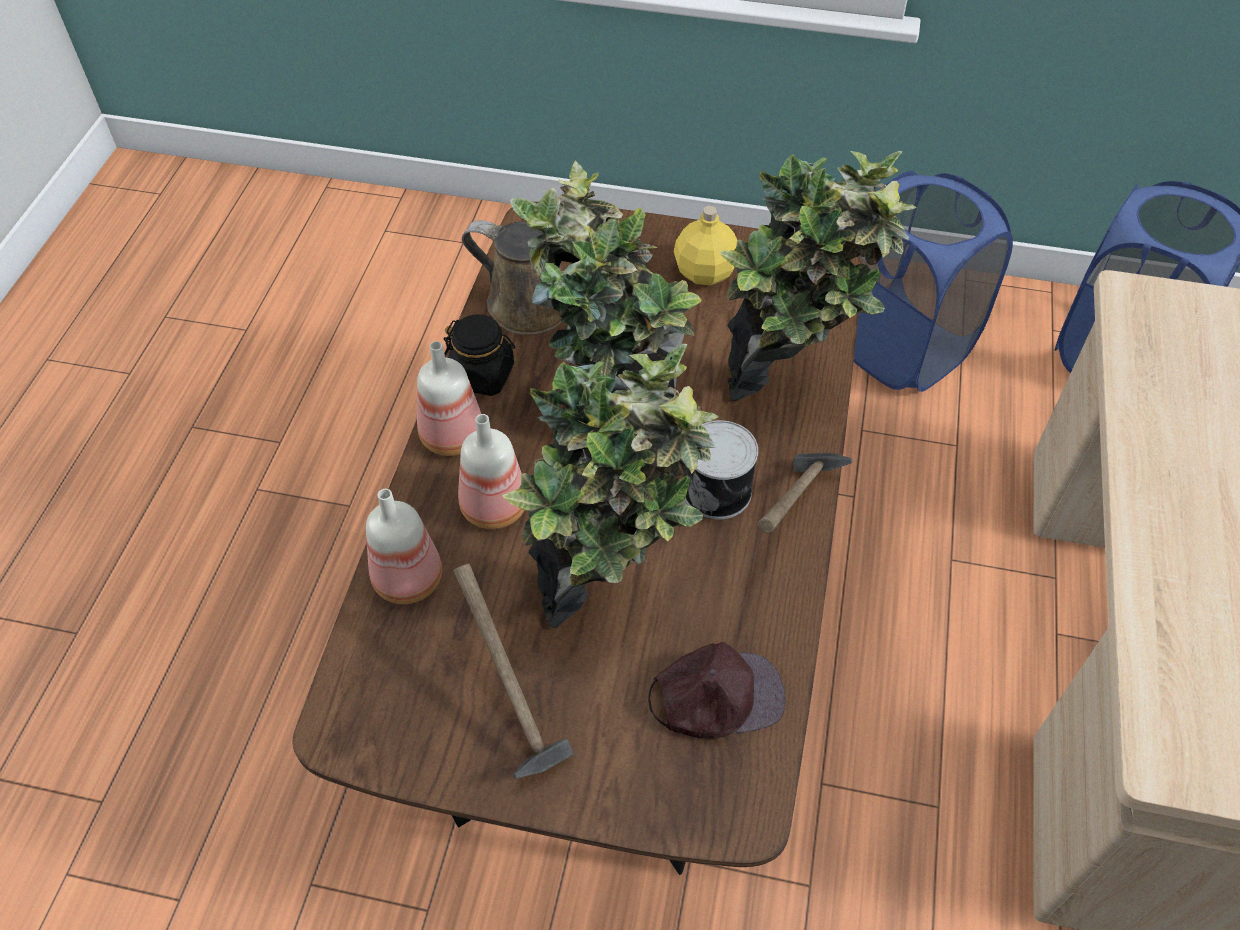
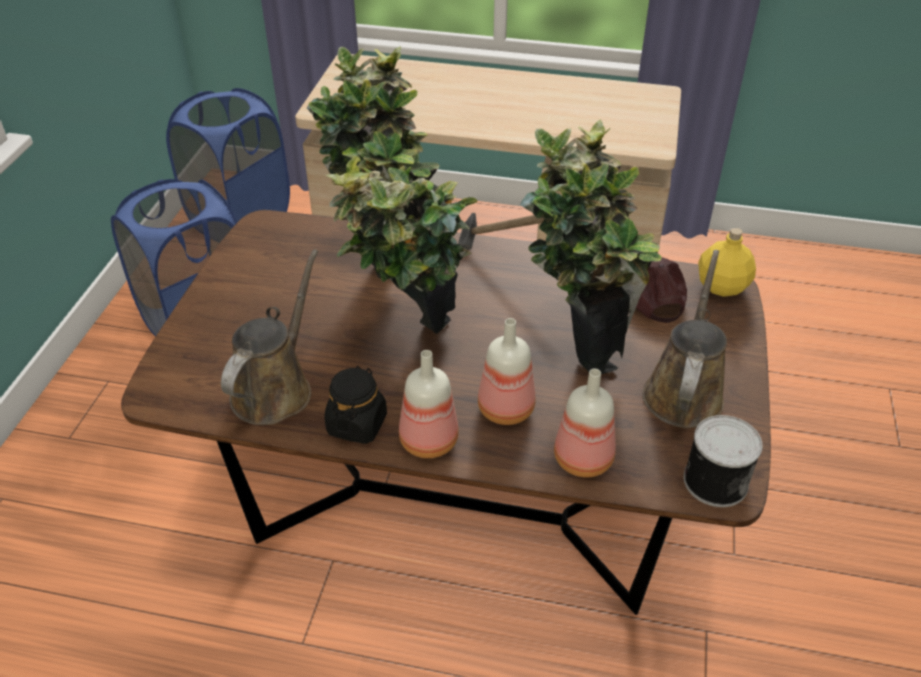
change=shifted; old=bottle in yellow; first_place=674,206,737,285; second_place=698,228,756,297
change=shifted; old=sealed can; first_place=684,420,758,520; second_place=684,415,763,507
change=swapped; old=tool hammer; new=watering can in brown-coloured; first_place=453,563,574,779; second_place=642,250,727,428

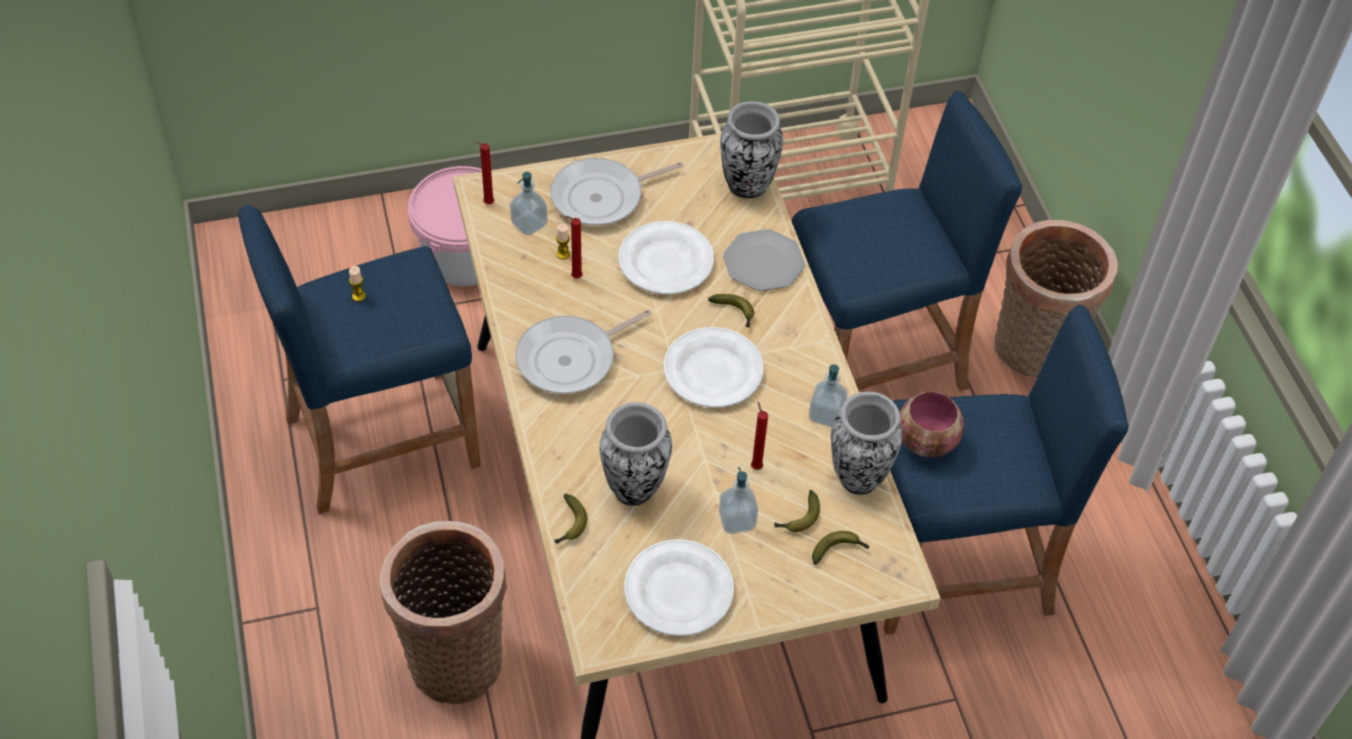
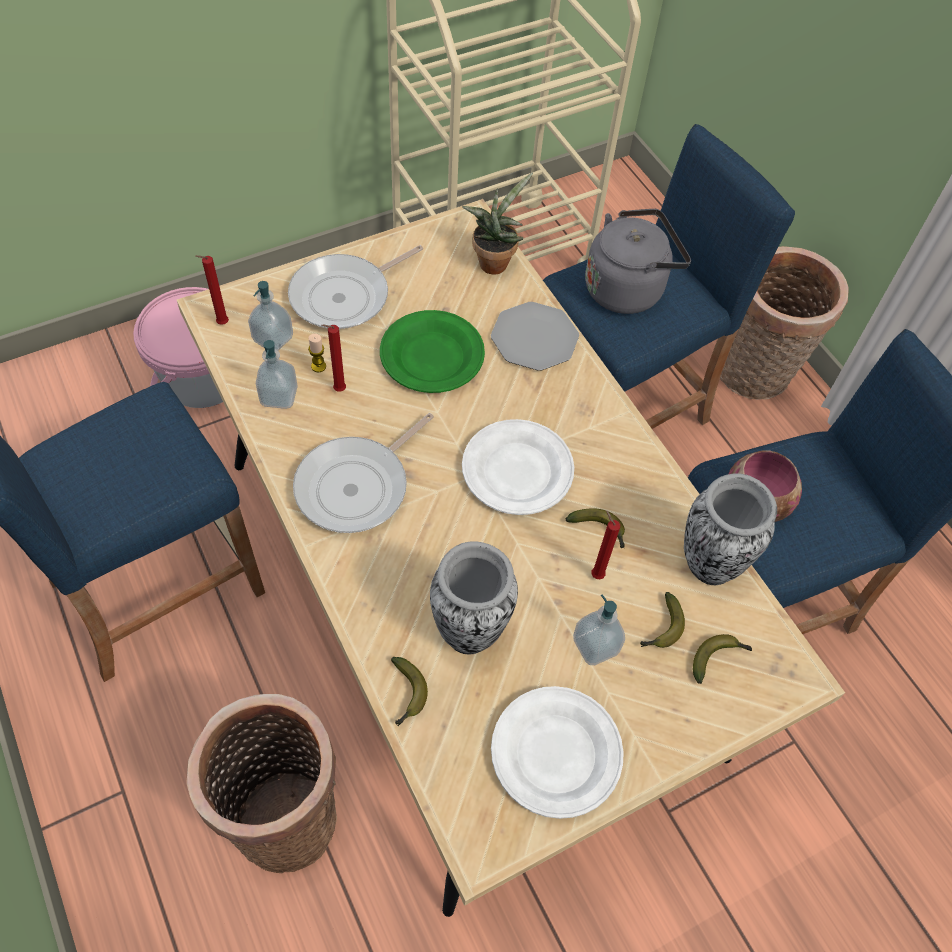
change=gone; old=wax light; first_place=349,266,366,302
change=new; new=water kettle in gray; second_place=585,209,691,314
change=shifted; old=banana fruit; first_place=708,294,754,327; second_place=566,508,625,548
change=shifted; old=liquid soap bottle; first_place=809,364,848,427; second_place=256,340,298,409
change=swapped; old=flower vase; new=potted plant; first_place=720,101,783,198; second_place=462,173,533,275
change=repainted; old=plate in white; new=plate in green-coloured; first_place=619,221,714,294; second_place=380,310,485,393

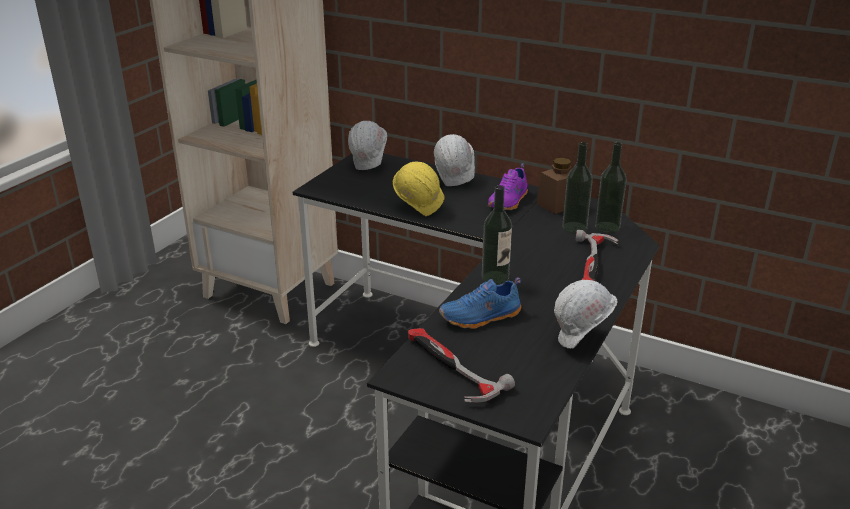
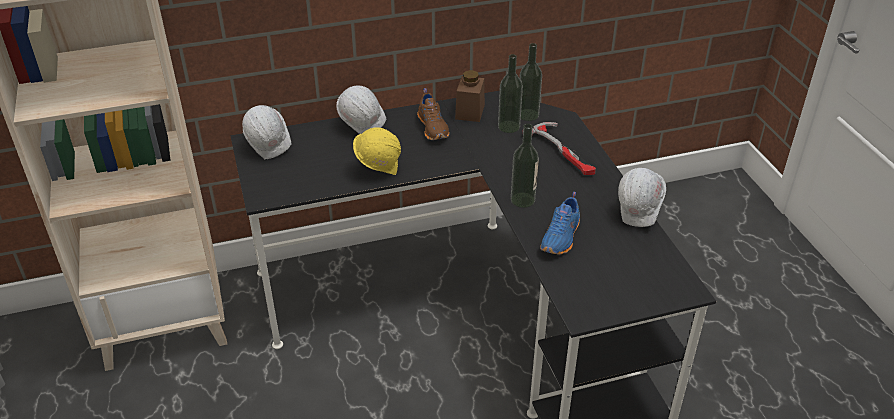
change=gone; old=tool hammer; first_place=408,328,515,403
change=repainted; old=item of footwear in purple; new=item of footwear in brown-coloured; first_place=488,163,528,210; second_place=417,88,449,140

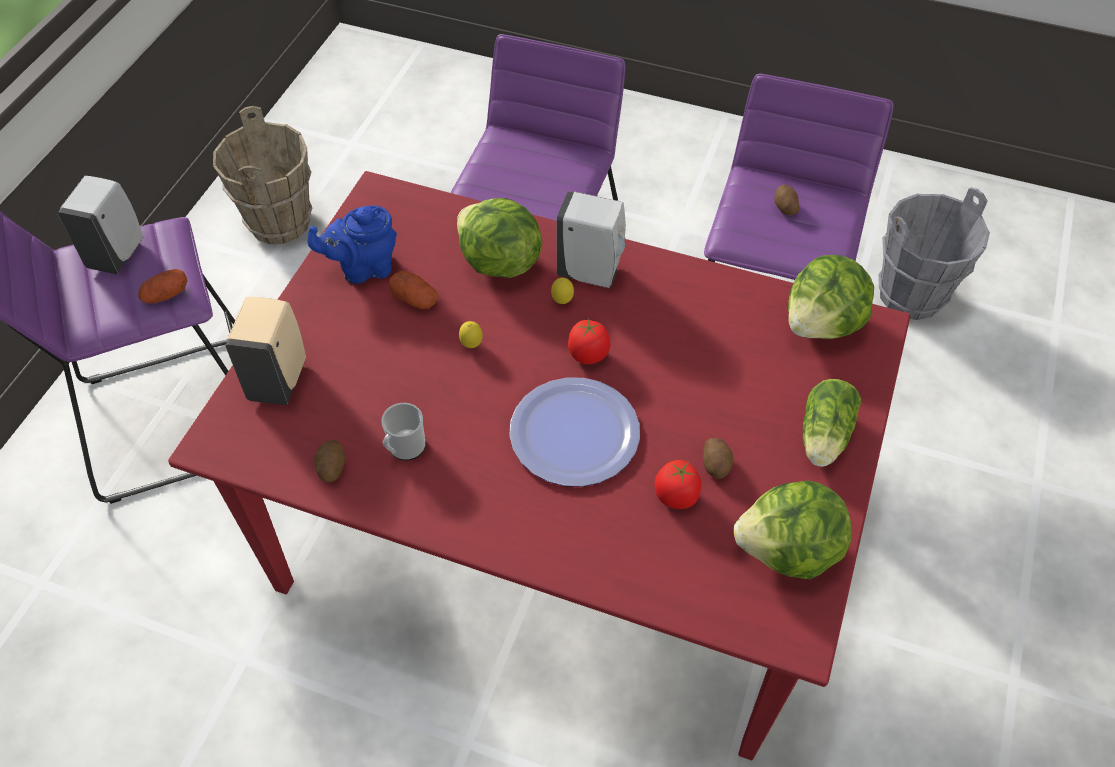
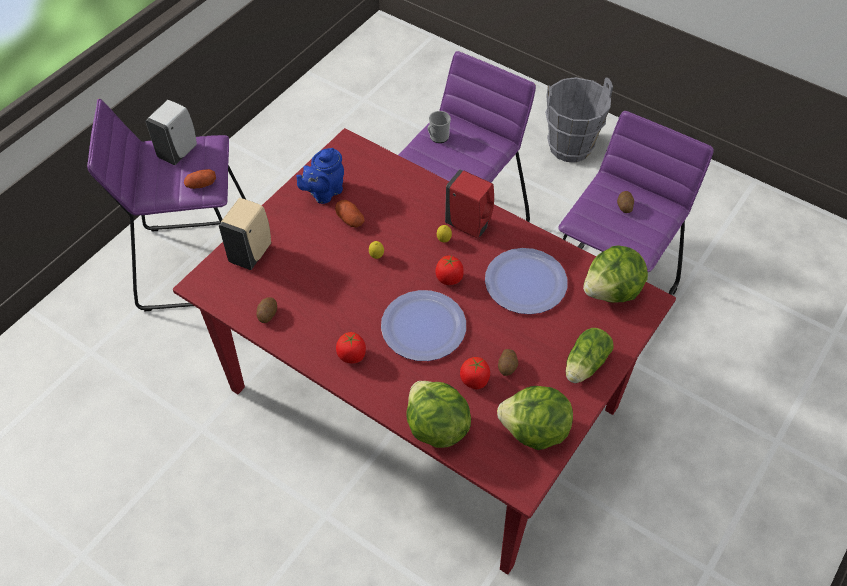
change=gone; old=bucket in brown-coloured; first_place=213,106,312,244
change=new; new=whole tomato; second_place=336,332,366,364
change=new; new=plate; second_place=485,248,568,314
change=shifted; old=tea mug; first_place=381,403,425,460; second_place=427,111,451,143
change=shifted; old=lettuce; first_place=457,198,543,278; second_place=406,381,471,448
change=shifted; old=bucket in gray; first_place=878,188,990,320; second_place=545,77,613,162
change=repainted; old=liquid soap bottle in white; new=liquid soap bottle in reddish; first_place=557,191,626,288; second_place=445,169,494,238
change=rotated; old=tea pot in bluish; first_place=307,205,397,284; second_place=296,148,344,204; degrees=-45

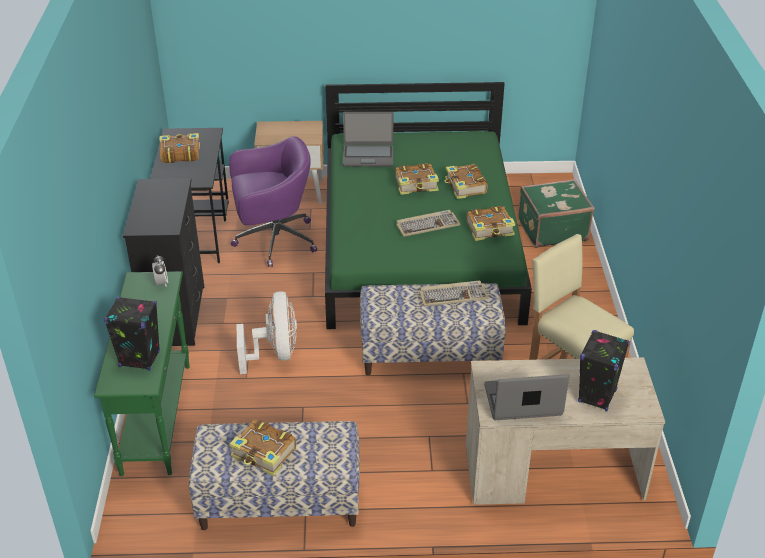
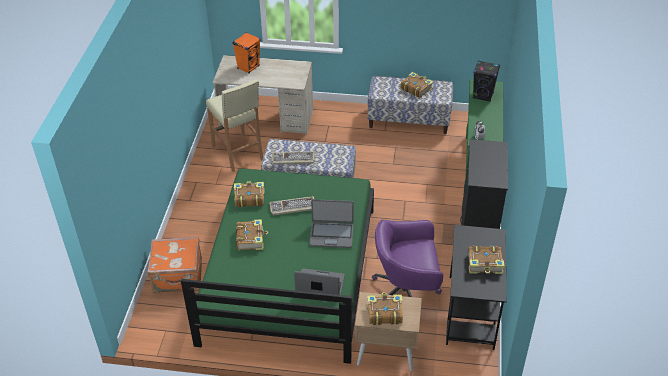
change=gone; old=cooling fan in white; first_place=237,291,297,374
change=shifted; old=volume; first_place=395,163,439,195; second_place=367,292,403,325
change=shifted; old=notebook computer; first_place=484,374,569,420; second_place=309,199,354,248
change=repainted; old=travel case in green-coloured; new=travel case in orange-coloured; first_place=518,179,594,248; second_place=148,237,202,293
change=repainted; old=speaker in black; new=speaker in orange-coloured; first_place=578,330,630,412; second_place=232,32,261,74

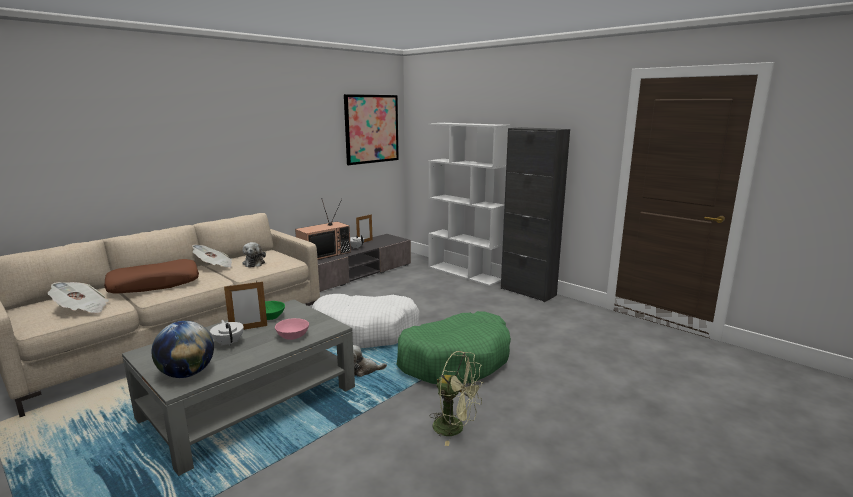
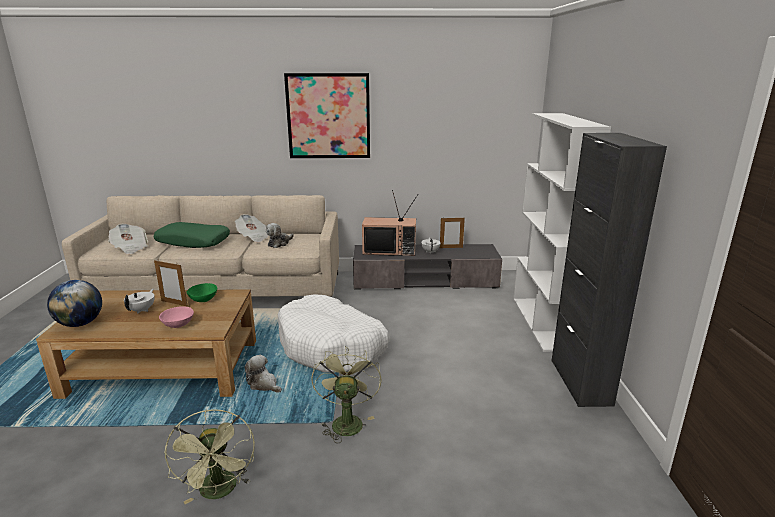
change=shifted; old=wall picture; first_place=344,94,399,165; second_place=284,73,370,158
change=swapped; old=dog bed in green-coloured; new=cooling fan in green-coloured; first_place=396,311,511,384; second_place=311,346,382,443
change=repainted; old=cushion in brown-coloured; new=cushion in green-coloured; first_place=104,259,199,293; second_place=154,222,230,248
change=repainted; old=lounge table in gray; new=lounge table in brown-coloured; first_place=122,299,355,476; second_place=36,289,256,399

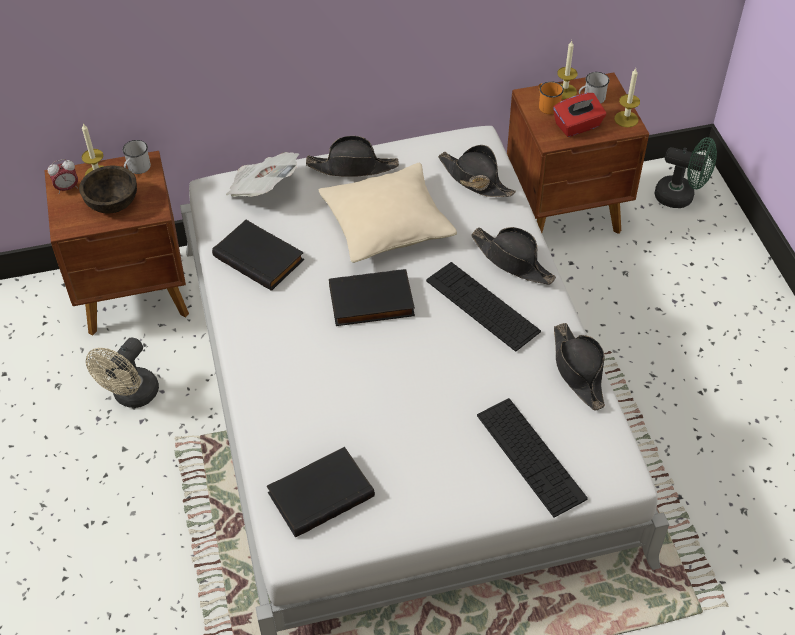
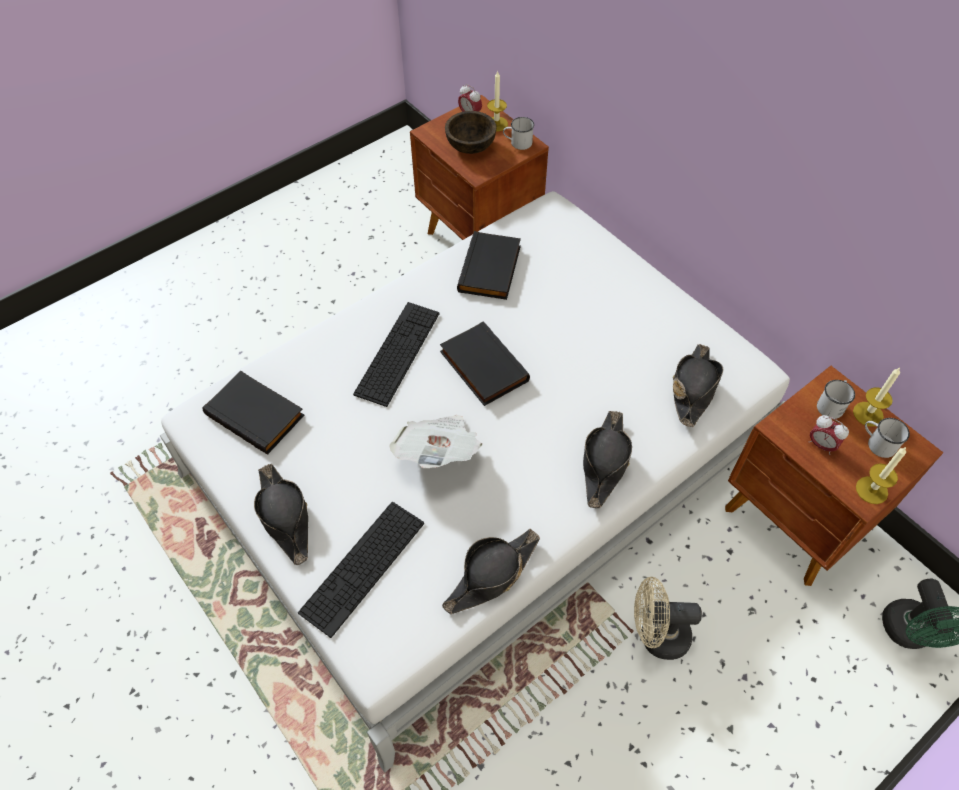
change=gone; old=cushion in sand-coloured; first_place=319,163,457,263
change=shifted; old=cooling fan in sand-coloured; first_place=86,337,159,408; second_place=634,577,702,660
change=shifted; old=printed paper; first_place=226,152,299,197; second_place=389,415,482,468
change=shifted; old=clothing hat in black; first_place=306,136,399,177; second_place=254,464,308,565
change=shifted; old=computer keyboard; first_place=426,262,541,352; second_place=353,302,440,407
change=swapped; old=box of tissues in reddish; new=table clock; first_place=553,93,606,137; second_place=809,415,849,455
change=repainted; old=tea mug in orange-coloured; new=tea mug in white; first_place=539,81,564,114; second_place=817,380,855,419

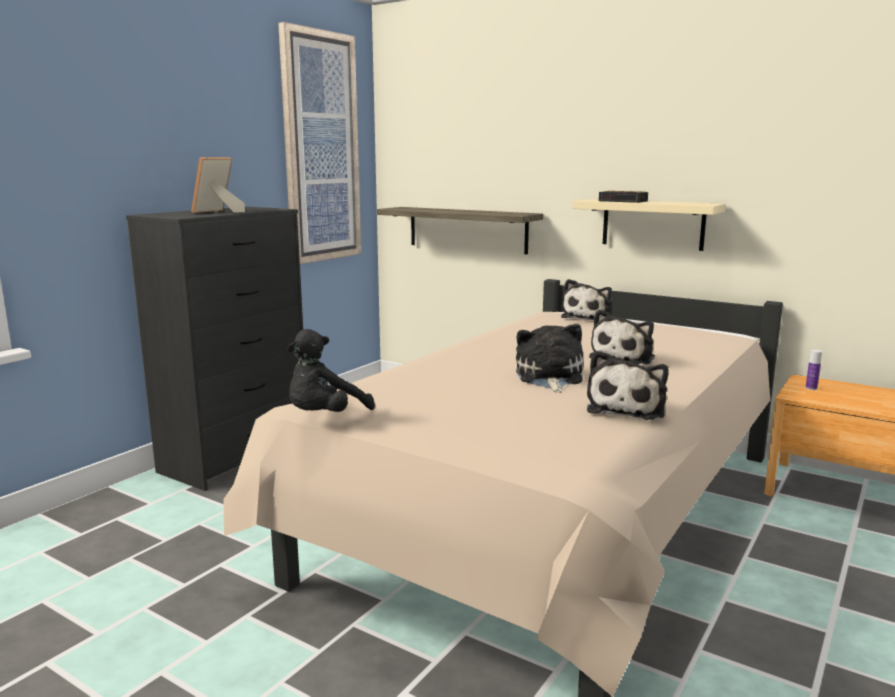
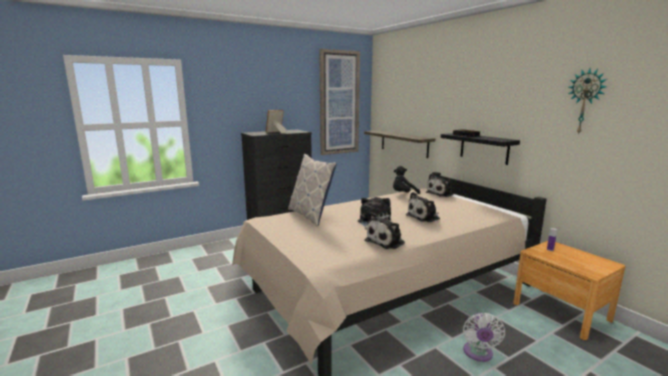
change=new; new=cushion; second_place=288,154,337,227
change=new; new=cooling fan in white; second_place=463,313,505,362
change=new; new=wall clock; second_place=568,68,607,135
change=shifted; old=soft toy in black; first_place=287,329,375,412; second_place=393,166,420,194
change=repainted; old=bracket shelf in sand-coloured; new=bracket shelf in black; first_place=573,199,726,251; second_place=441,133,520,165

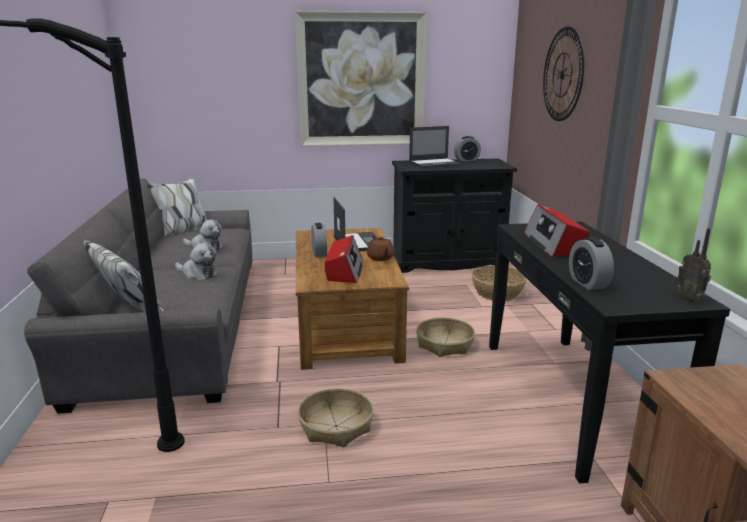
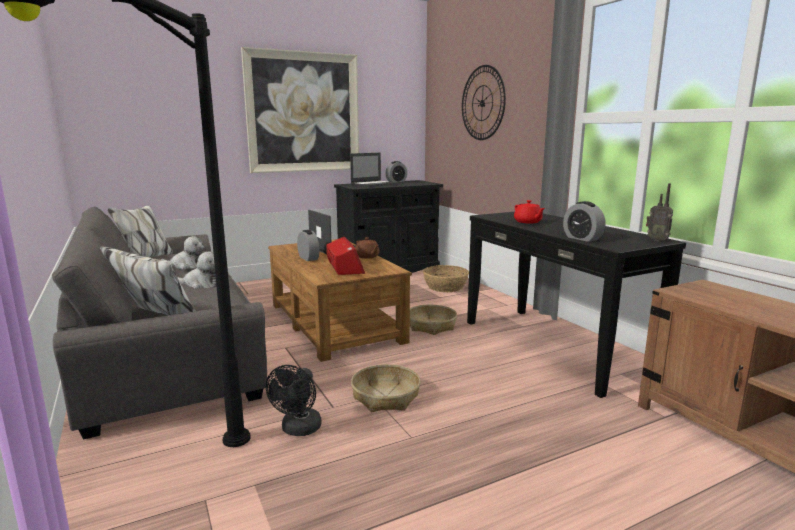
change=new; new=cooling fan in black; second_place=266,365,322,436
change=swapped; old=radio set; new=tea pot in reddish; first_place=524,204,589,257; second_place=514,200,545,224

